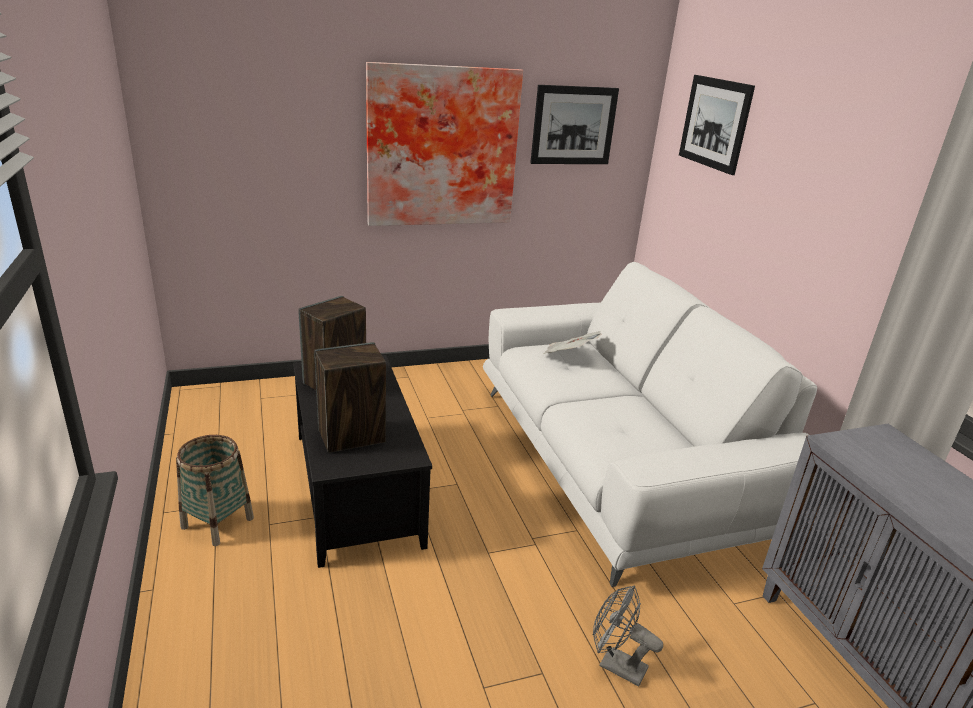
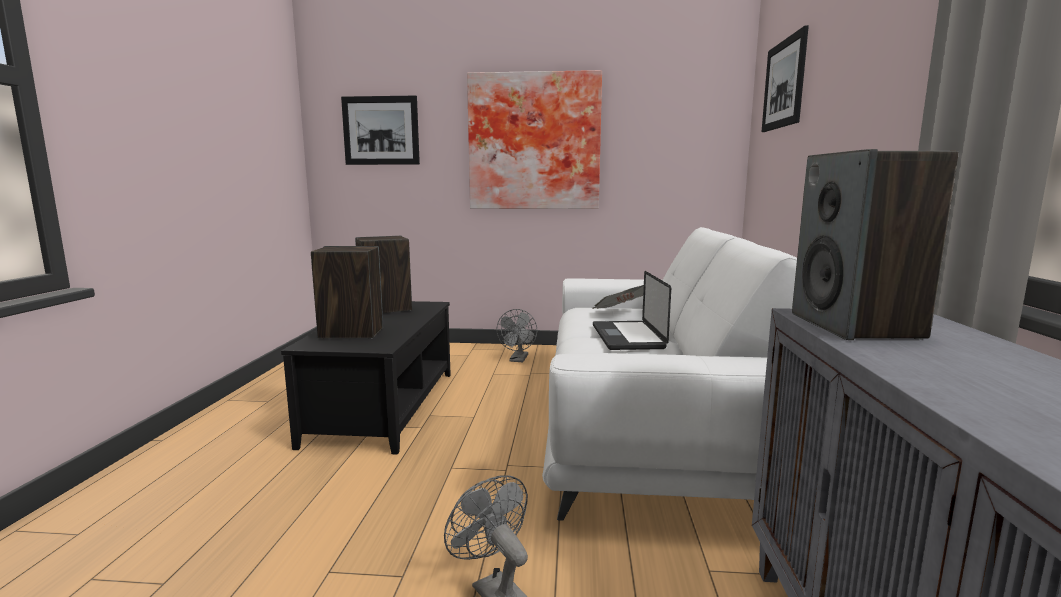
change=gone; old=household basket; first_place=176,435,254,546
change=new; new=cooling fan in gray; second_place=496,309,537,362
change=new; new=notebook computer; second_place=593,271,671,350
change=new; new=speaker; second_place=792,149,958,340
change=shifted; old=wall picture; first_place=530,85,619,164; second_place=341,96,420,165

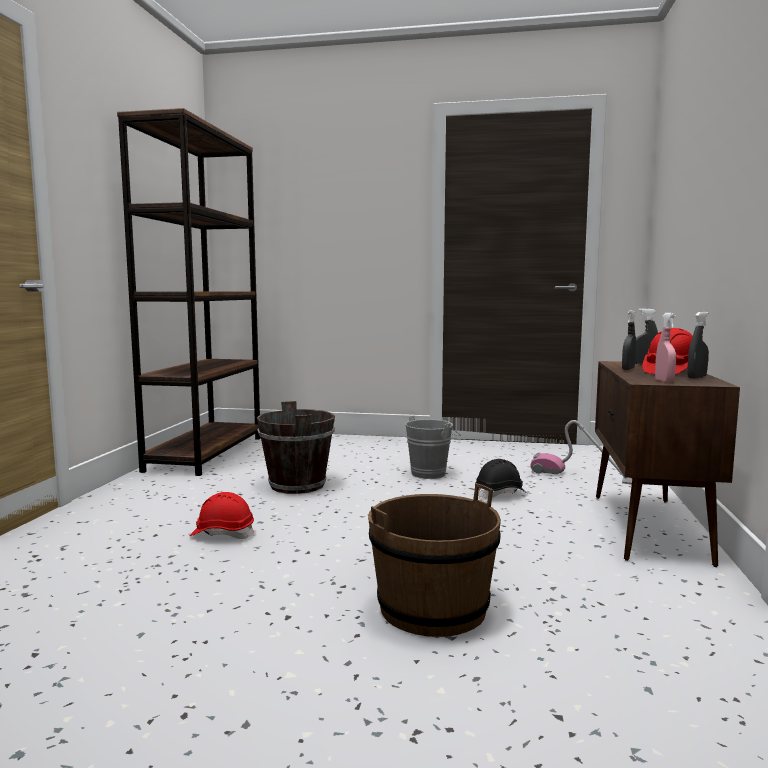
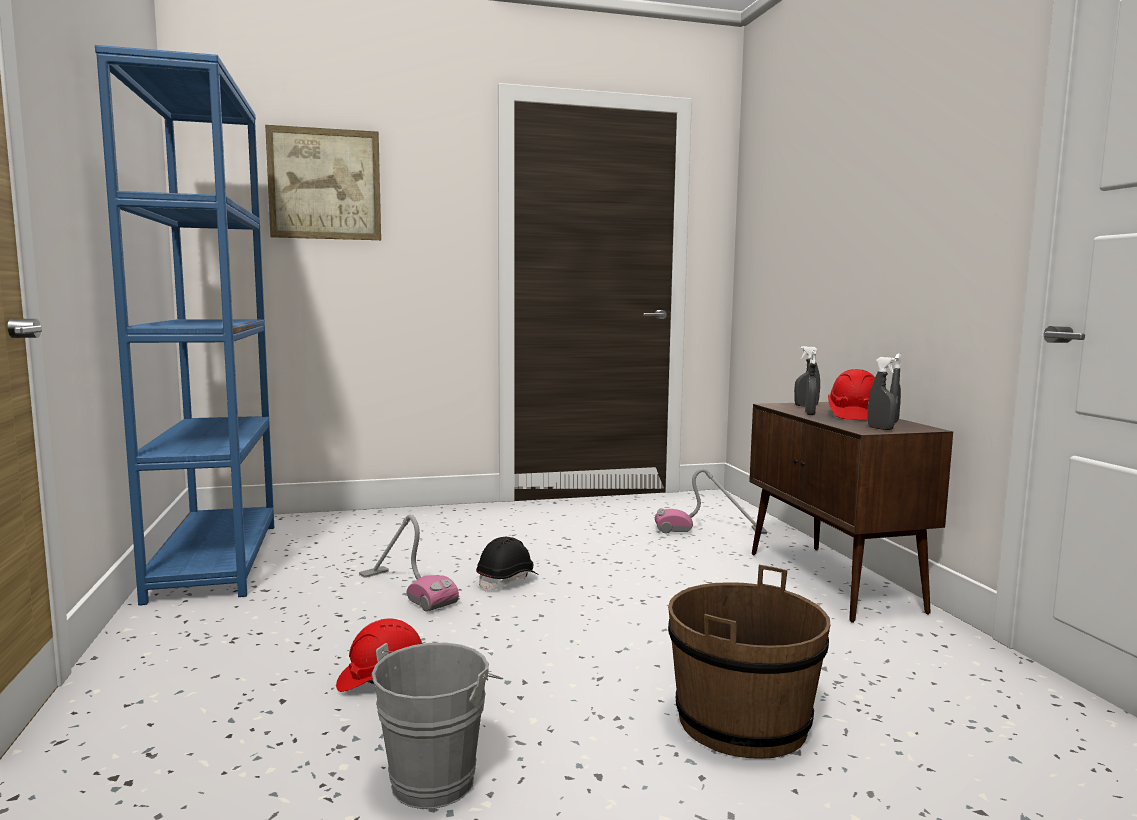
change=new; new=wall picture; second_place=265,125,381,240
change=shifted; old=bucket in gray; first_place=405,415,461,479; second_place=372,643,503,809
change=shifted; old=work helmet in black; first_place=476,459,527,499; second_place=476,537,539,591
change=swapped; old=bucket in brown-coloured; new=vacuum cleaner; first_place=257,401,335,494; second_place=359,514,459,612
change=repainted; old=bookcase in brown-coloured; new=bookcase in bluish; first_place=117,108,261,476; second_place=95,45,274,605
change=repainted; old=hand sprayer in pink; new=hand sprayer in gray; first_place=655,313,676,382; second_place=867,357,896,430

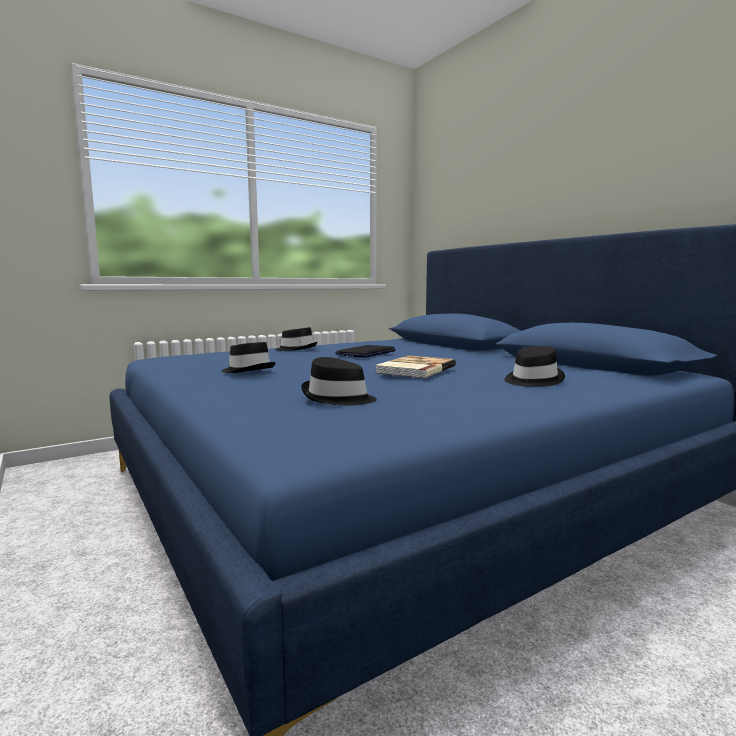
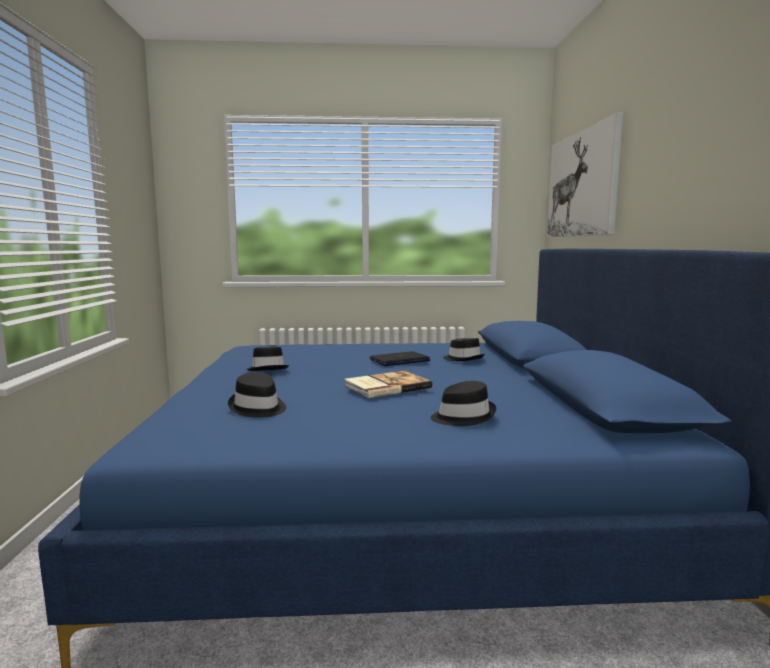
change=new; new=wall picture; second_place=547,113,623,237
change=shifted; old=clothing hat in black; first_place=275,327,317,351; second_place=443,338,485,361

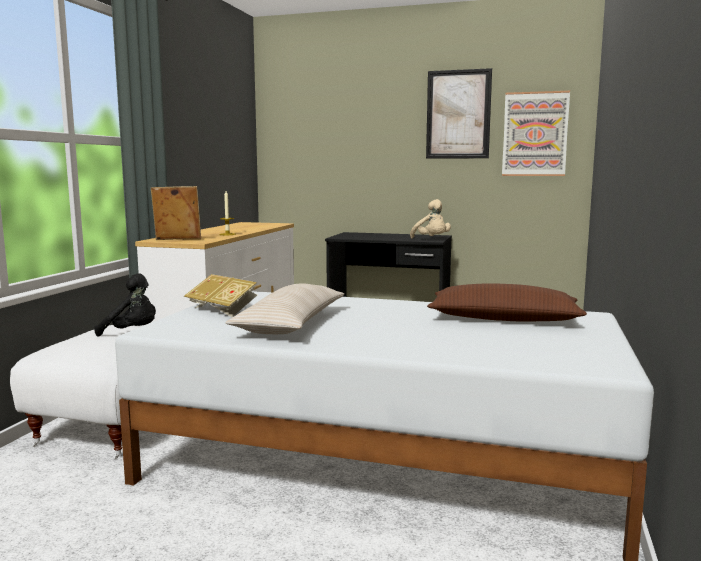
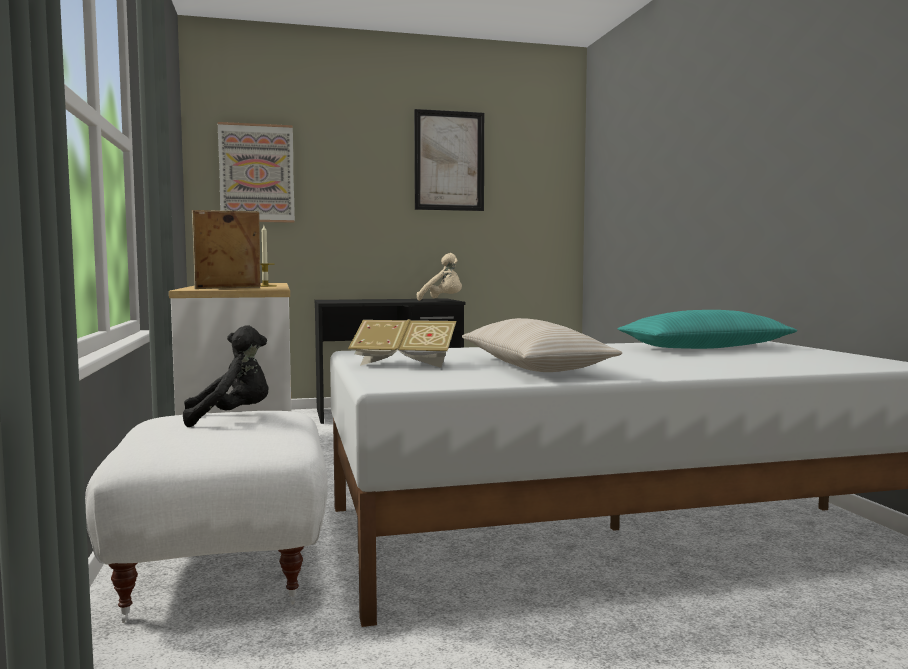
change=shifted; old=wall picture; first_place=502,91,570,176; second_place=218,122,295,223
change=repainted; old=cushion in brown-coloured; new=cushion in turquoise-coloured; first_place=427,283,587,321; second_place=618,310,797,349

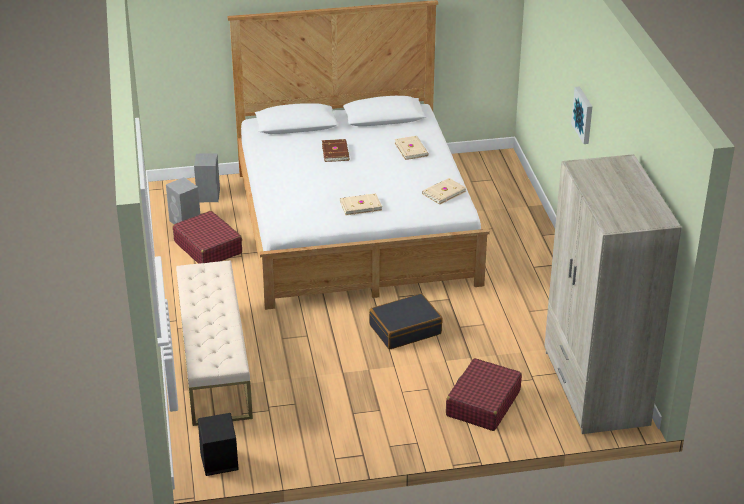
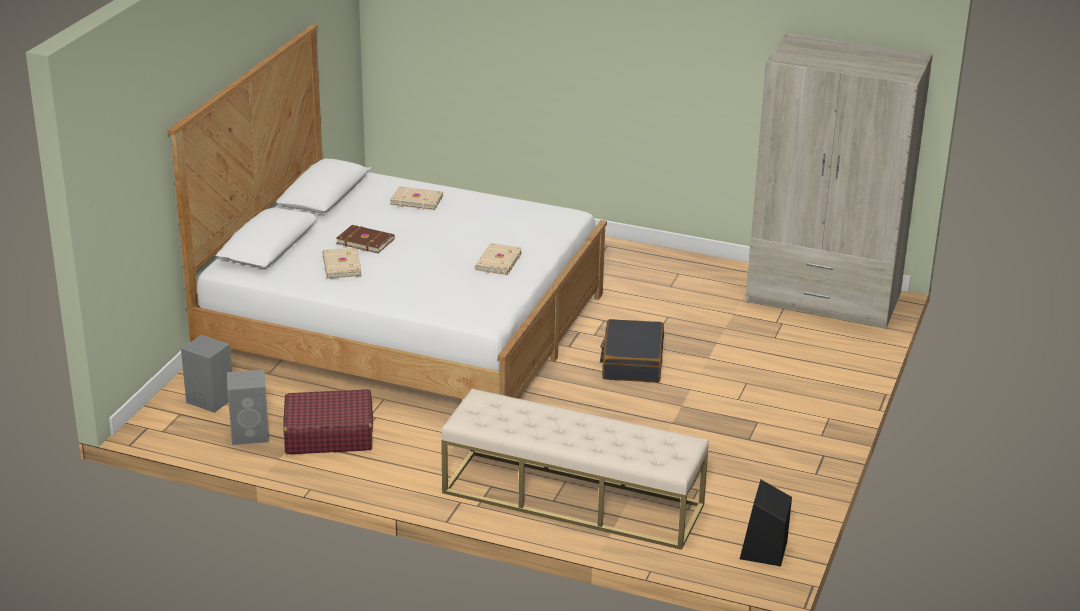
change=gone; old=travel case in reddish; first_place=446,358,522,431
change=gone; old=wall picture; first_place=571,86,592,144
change=shifted; old=volume in sand-coloured; first_place=422,178,466,205; second_place=322,248,362,279

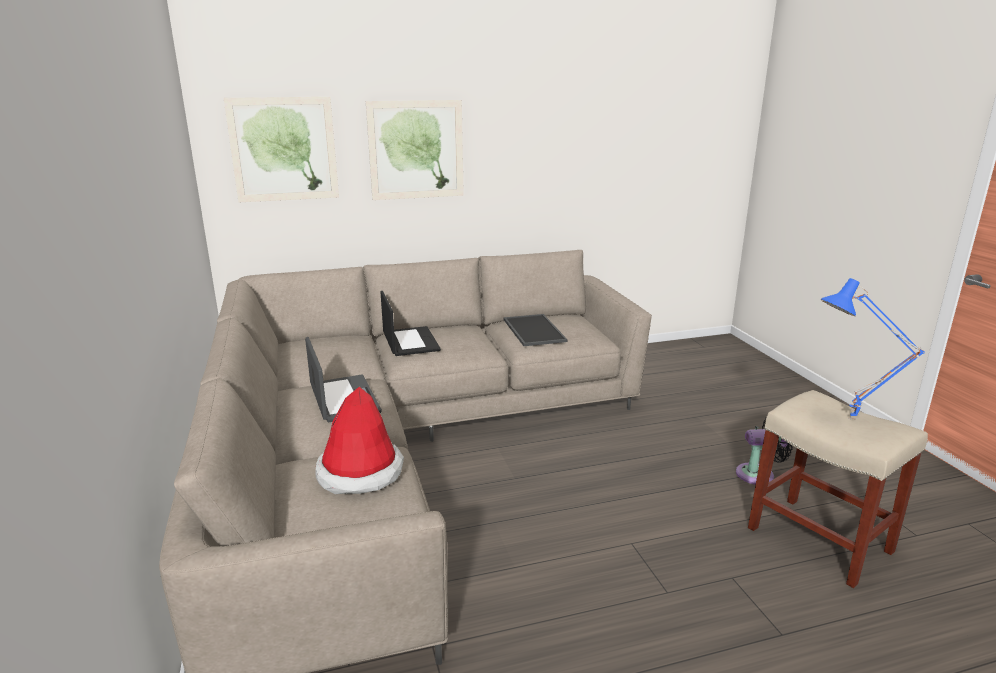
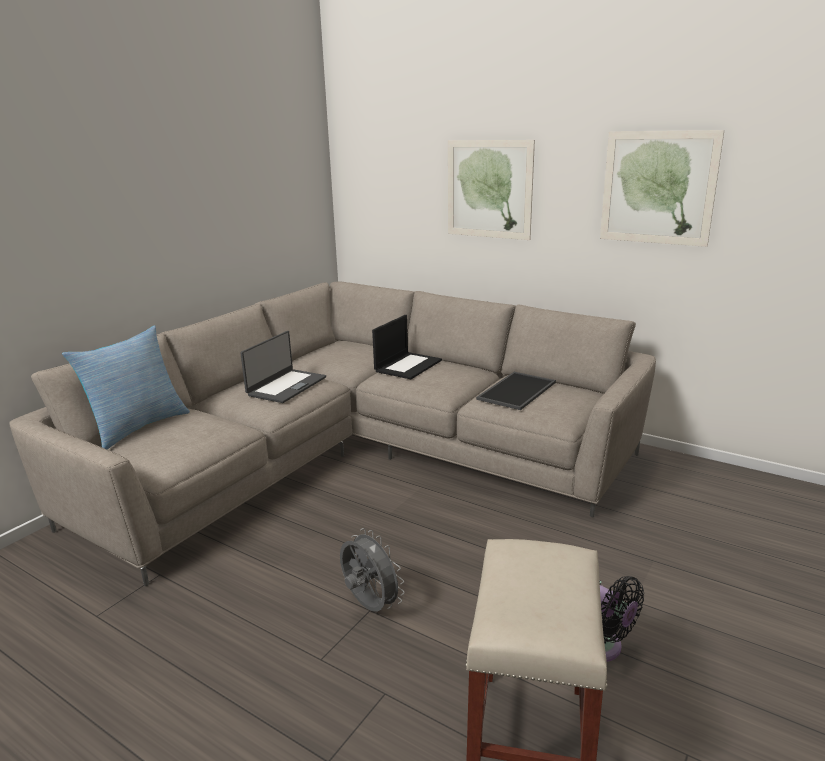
change=gone; old=clothing hat; first_place=316,387,404,494
change=gone; old=tabletop lamp in bluish; first_place=821,278,925,419
change=new; new=cushion; second_place=62,325,190,449
change=new; new=cooling fan in gray; second_place=340,528,405,612
change=shifted; old=wall picture; first_place=224,97,339,202; second_place=600,130,724,247

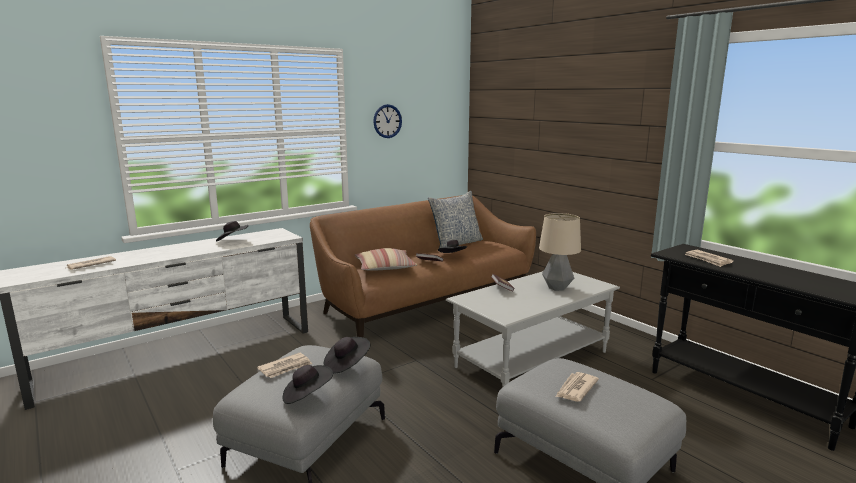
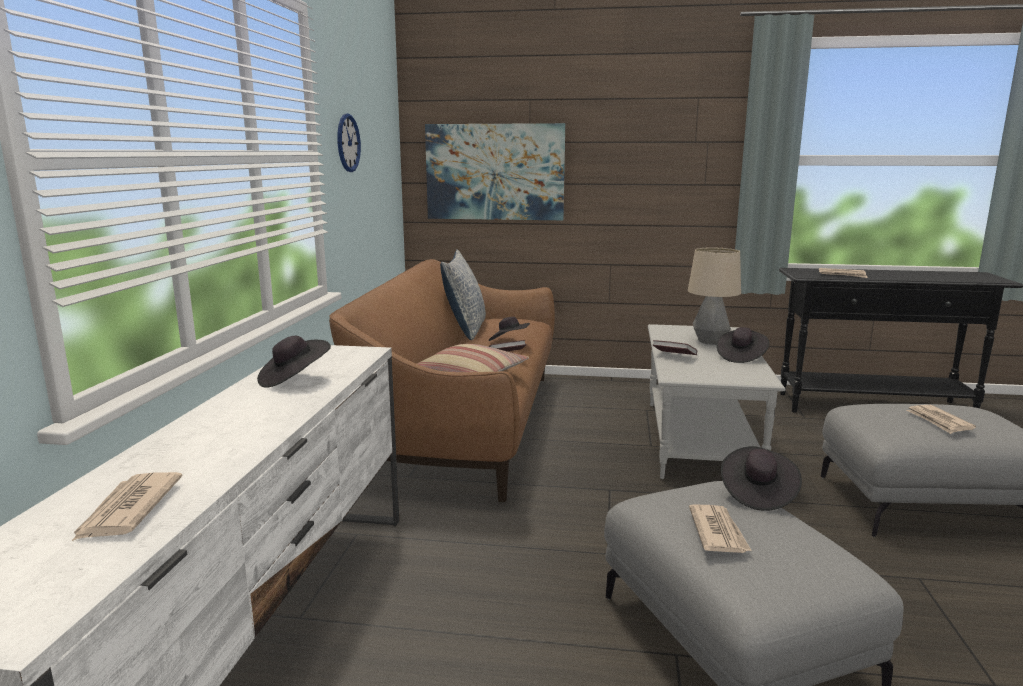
change=new; new=wall picture; second_place=425,123,565,220
change=shifted; old=clothing hat in black; first_place=282,365,333,404; second_place=717,327,770,363

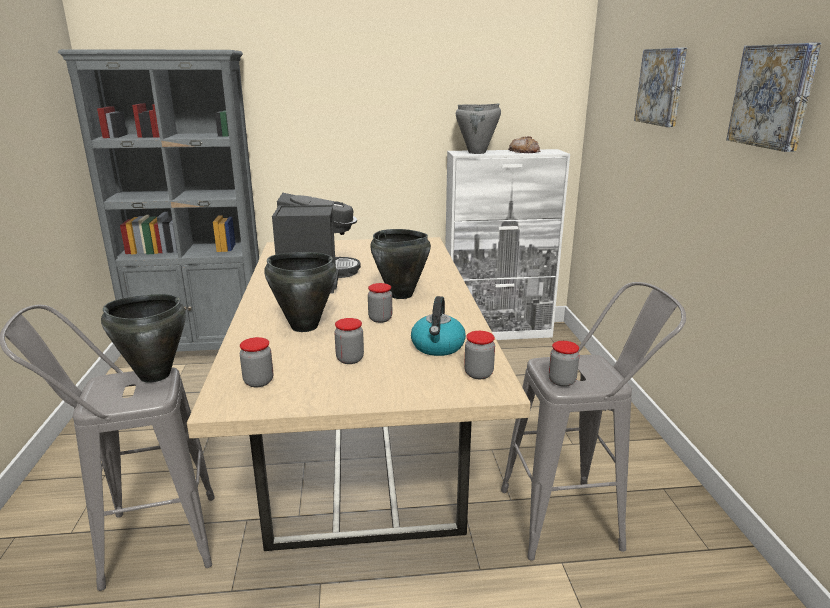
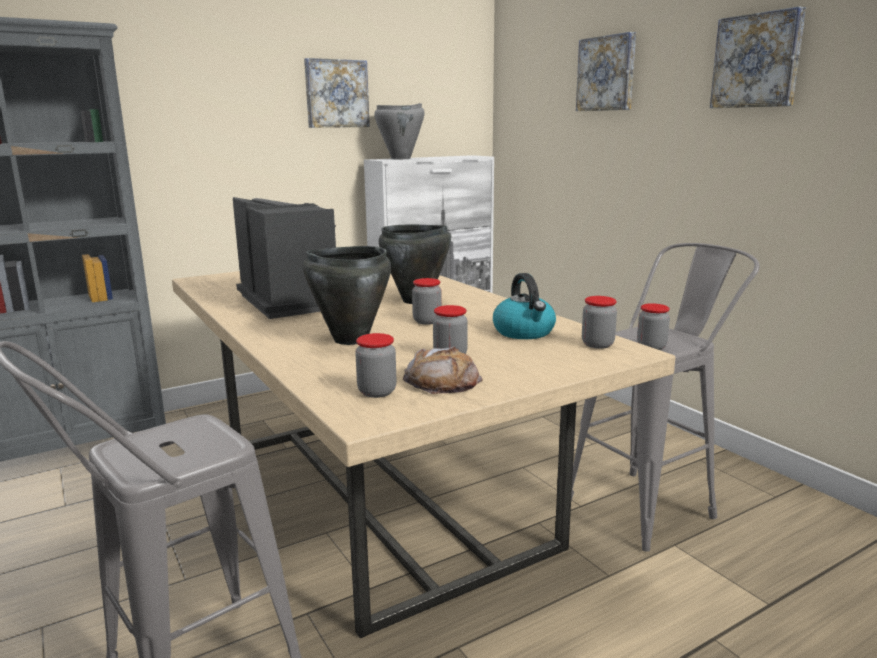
change=gone; old=cooking pot in black; first_place=101,294,186,383
change=new; new=wall picture; second_place=304,58,370,128
change=shifted; old=bread; first_place=508,136,540,153; second_place=403,346,482,394

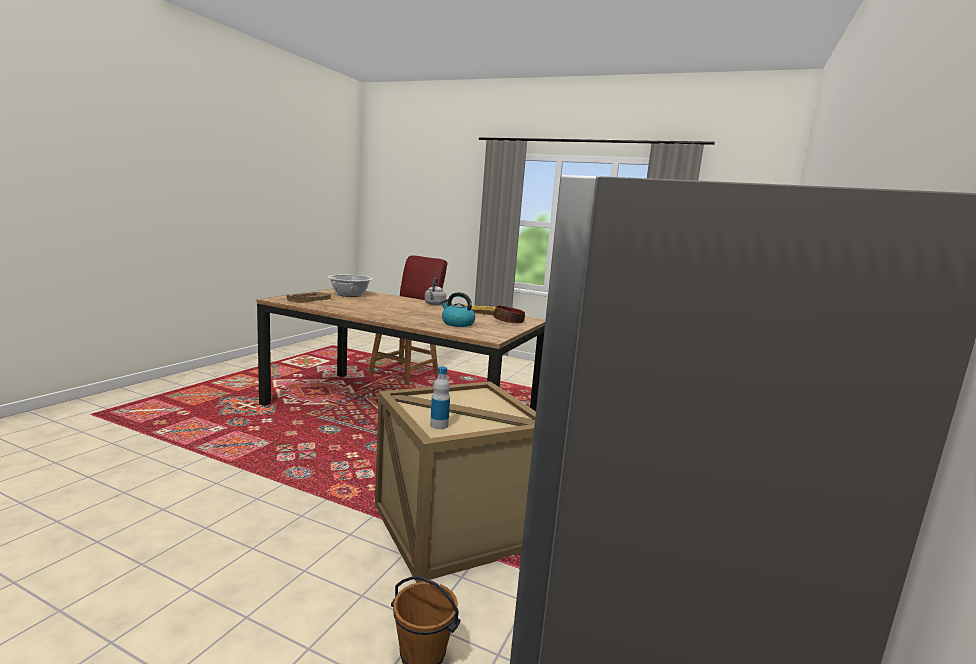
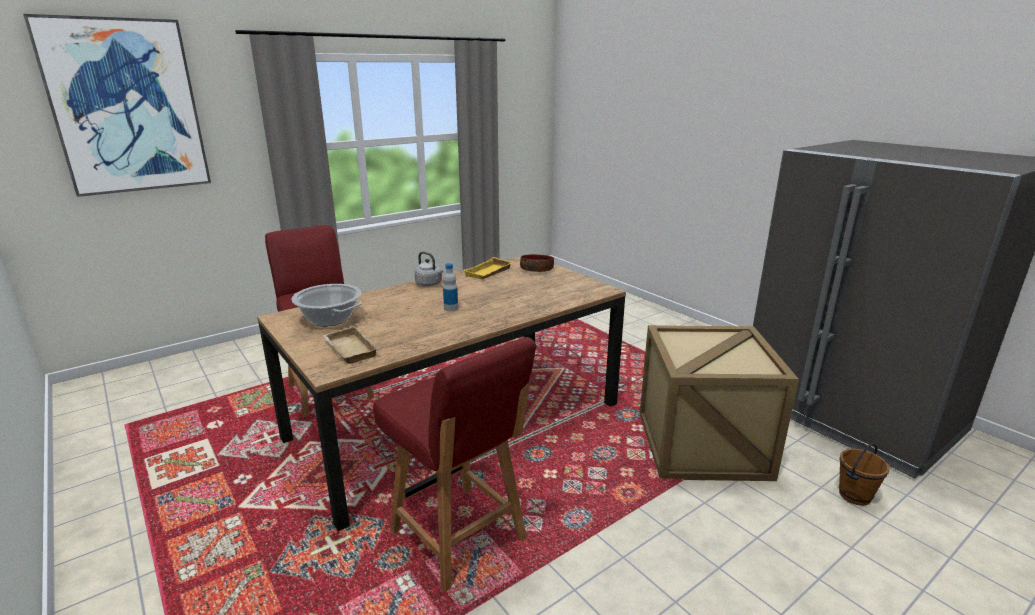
change=gone; old=water kettle; first_place=441,292,475,327
change=new; new=wall picture; second_place=23,14,211,197
change=new; new=chair in reddish; second_place=373,337,536,592
change=shifted; old=bottle; first_place=430,367,450,429; second_place=443,263,458,312

